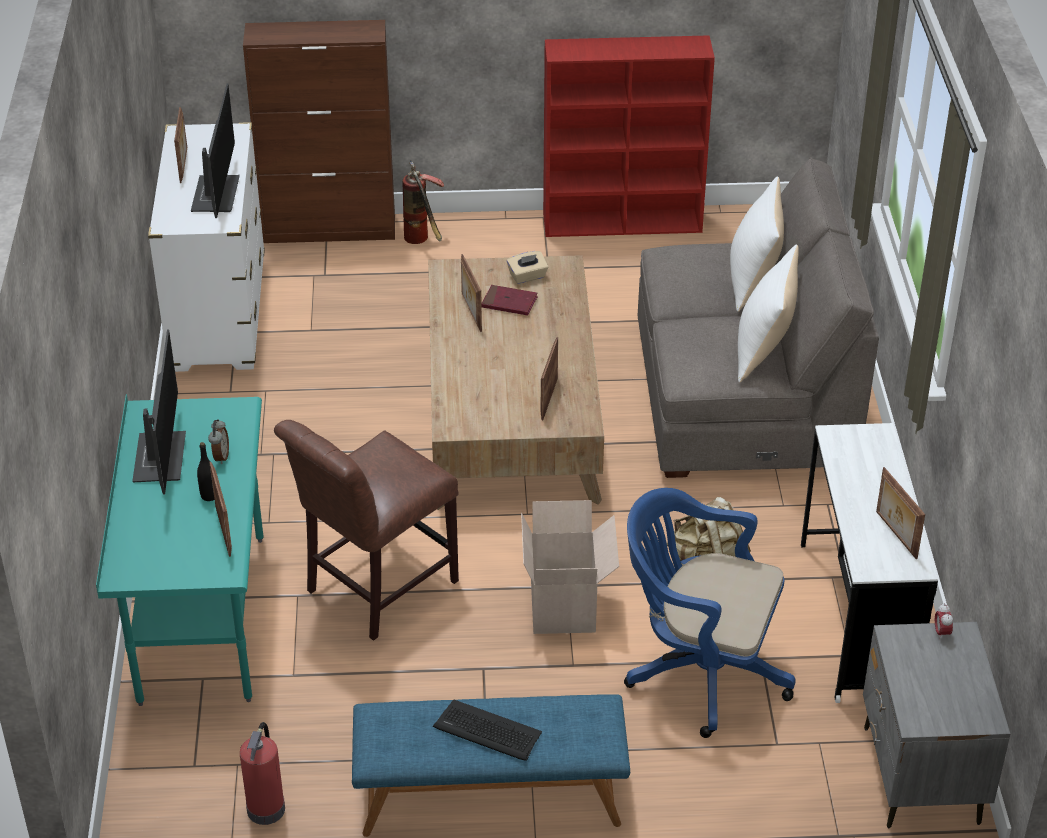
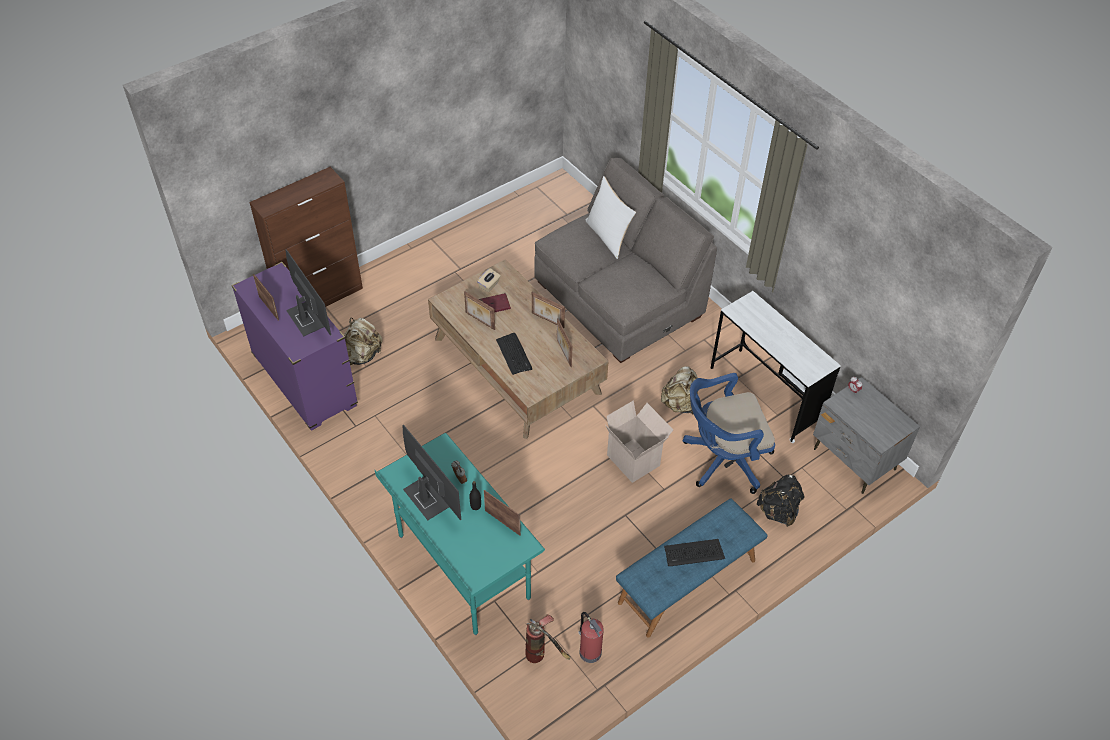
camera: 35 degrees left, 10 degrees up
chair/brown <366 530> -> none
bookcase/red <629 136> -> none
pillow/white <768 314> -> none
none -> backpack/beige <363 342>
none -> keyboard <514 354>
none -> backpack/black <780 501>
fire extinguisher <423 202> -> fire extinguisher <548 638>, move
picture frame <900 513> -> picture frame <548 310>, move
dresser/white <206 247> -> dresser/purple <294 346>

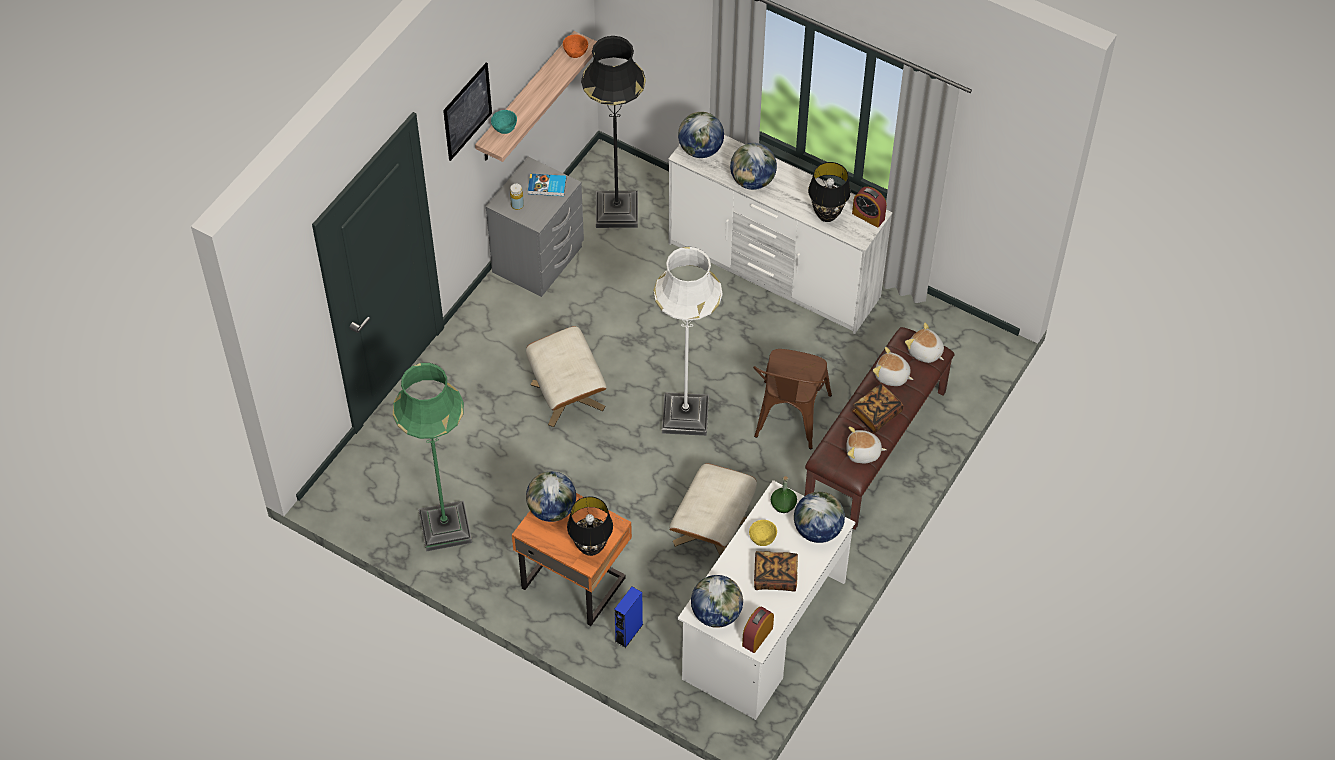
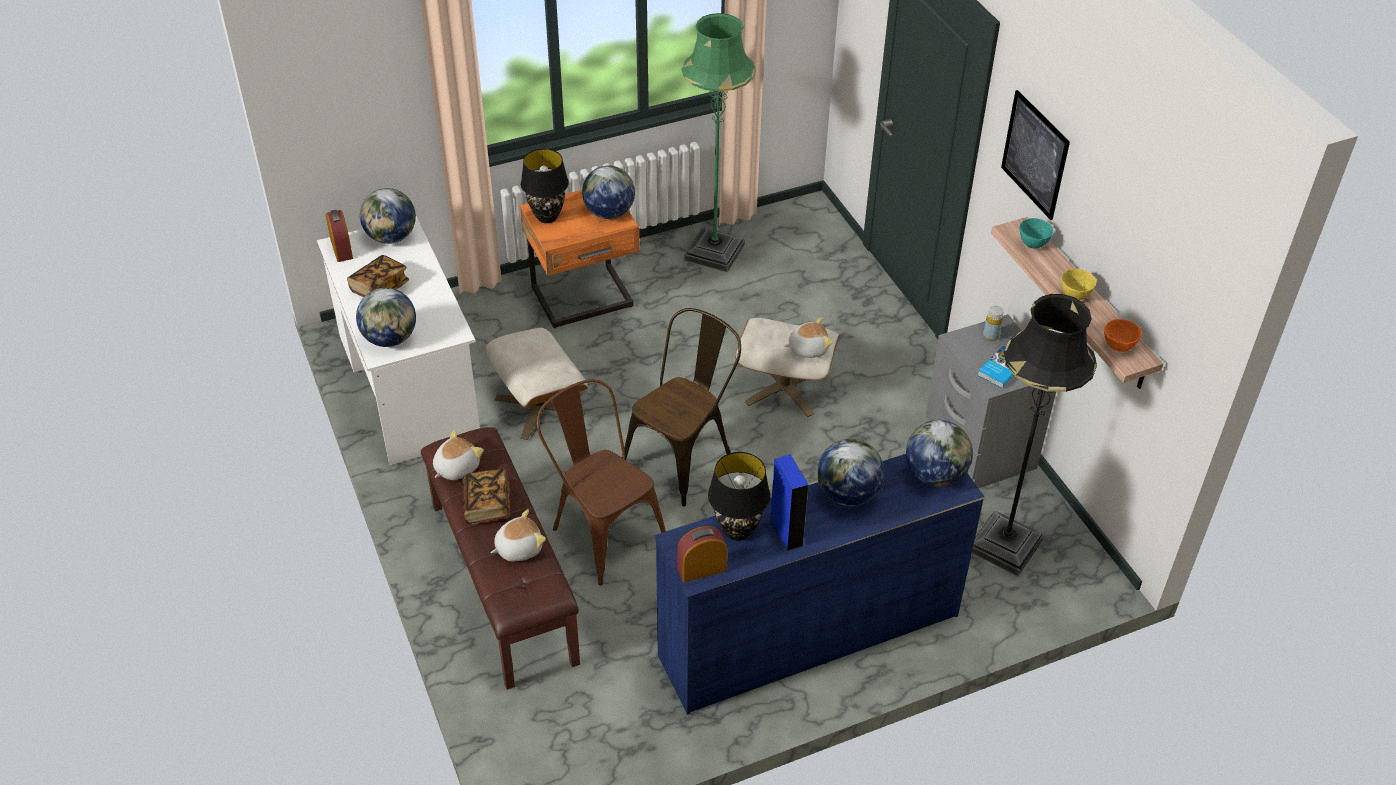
camera: 125 degrees right, 10 degrees down
bottle/green <784 494> -> none
speaker/blue <628 617> -> speaker/blue <789 502>, move
bowl/yellow <763 533> -> bowl/yellow <1078 284>, move
plush toy <924 343> -> plush toy <808 337>, move
floor lamp/white <688 341> -> chair/brown <681 407>
dresser/white <780 234> -> dresser/blue <820 584>

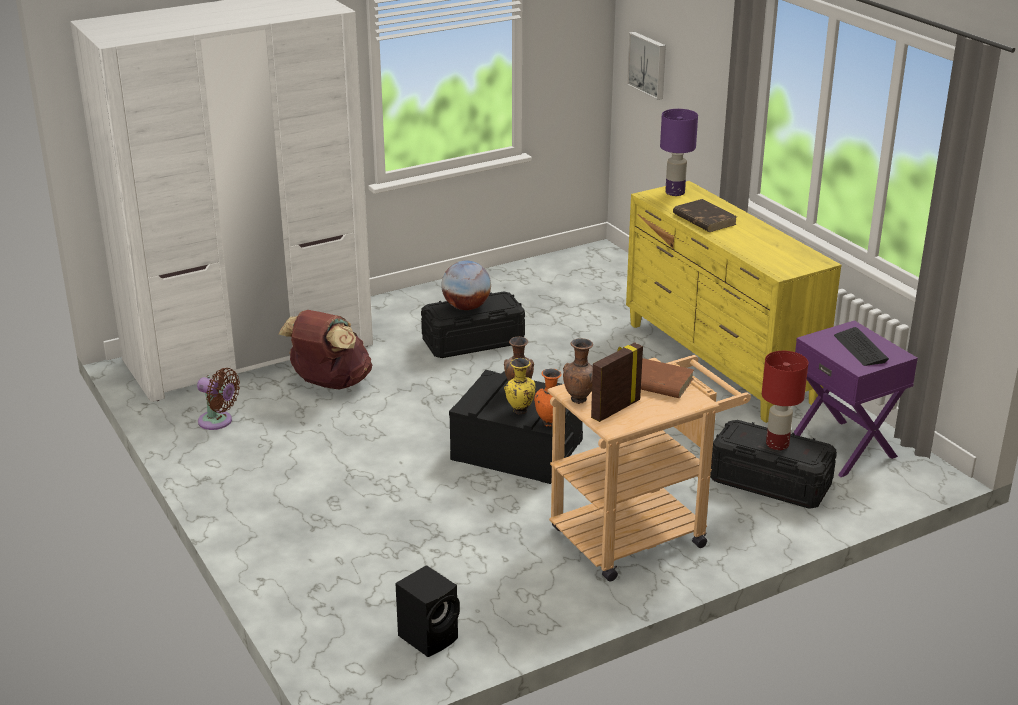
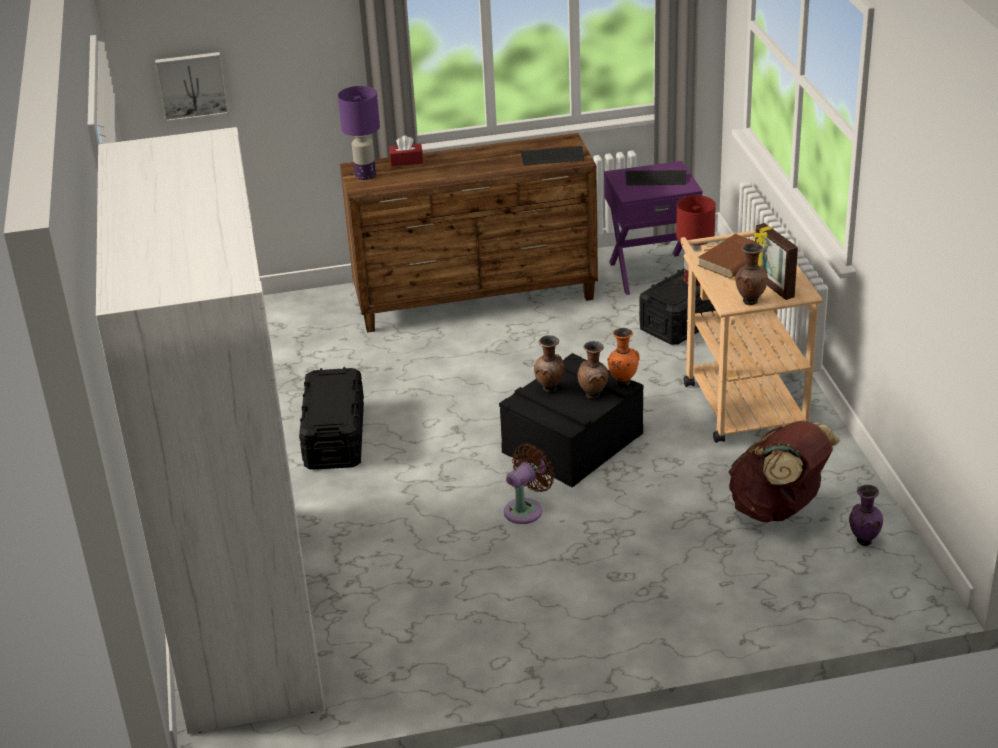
camera: 70 degrees left, 5 degrees up
globe <466 285> -> none
book/brown <705 215> -> none
none -> tissue box/red <406 151>
none -> keyboard <552 155>
fan/brown <218 399> -> fan/brown <529 484>, move
backpack/brown <325 350> -> backpack/brown <784 472>, move
speaker/black <427 611> -> vase/purple <866 515>
vase/yellow <520 386> -> vase/brown <593 370>
dresser/yellow <733 302> -> dresser/brown <469 233>

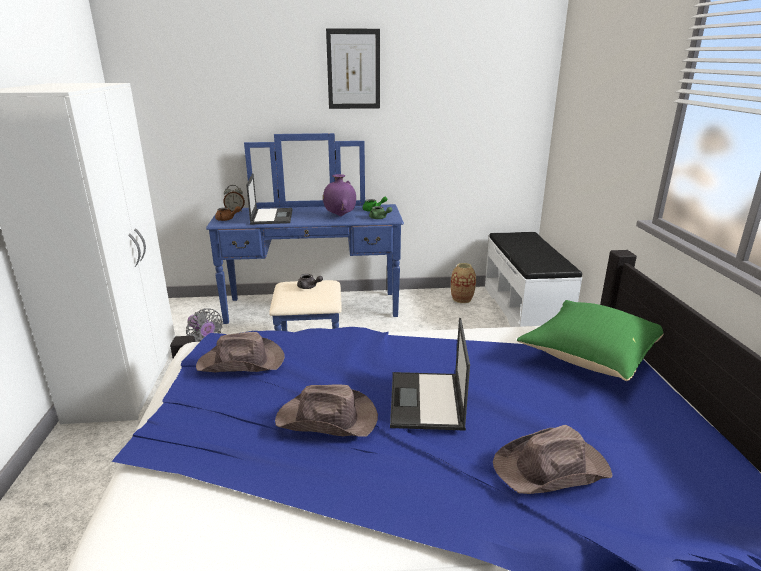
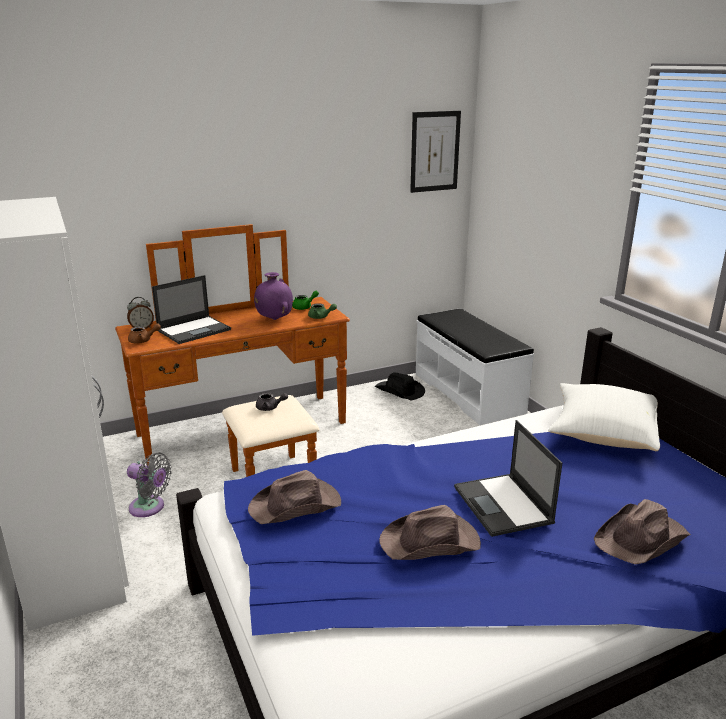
camera: 20 degrees left, 0 degrees up
picture <353 68> -> picture <435 152>, move
vase <463 283> -> hat/black <400 386>
dresser/blue <305 232> -> dresser/brown <232 350>
pillow/green <590 340> -> pillow/white <604 417>
laptop <269 199> -> laptop <191 309>, 75 degrees clockwise

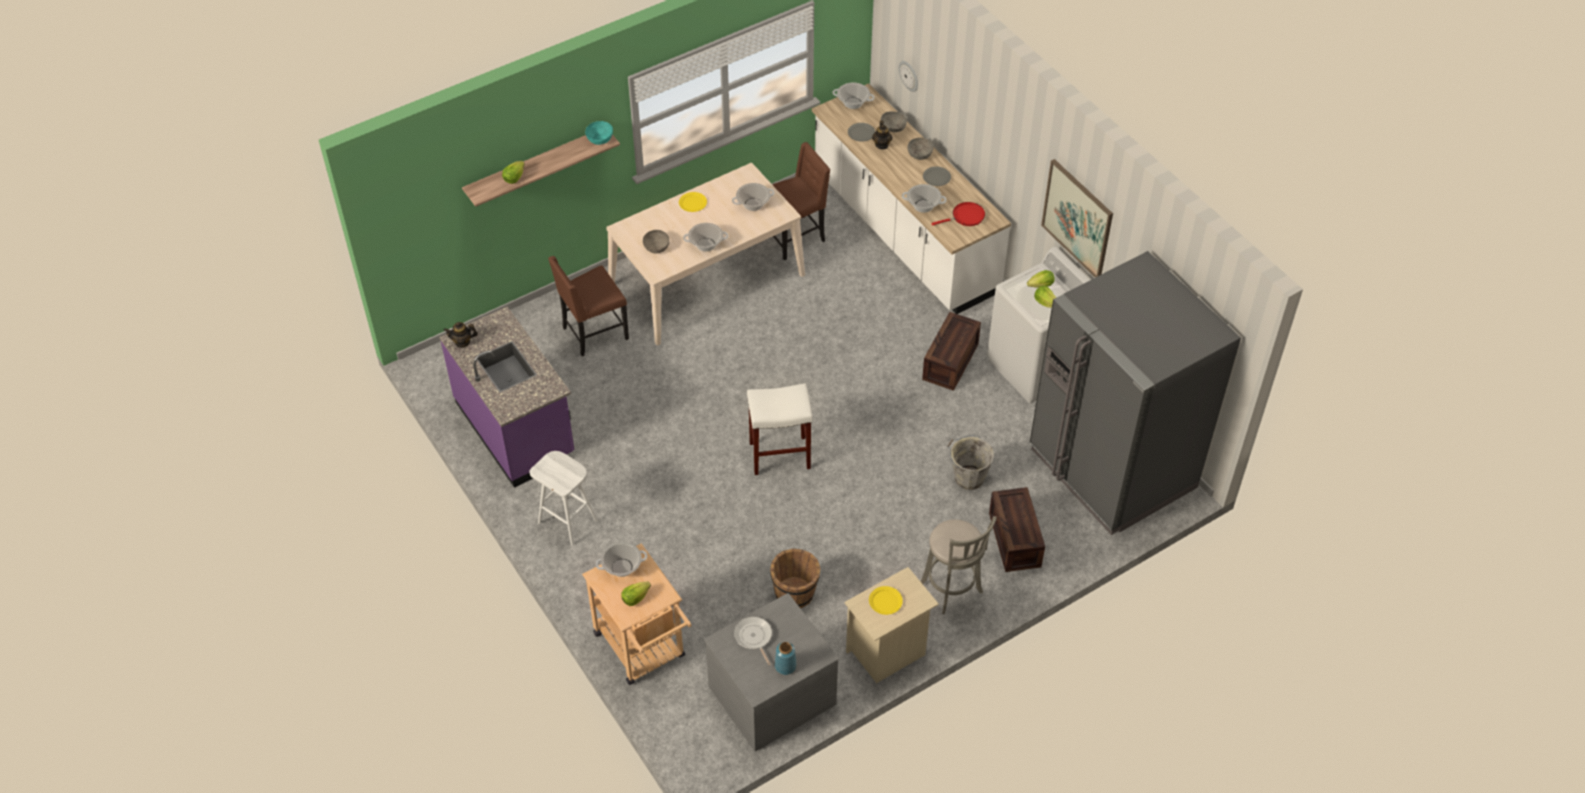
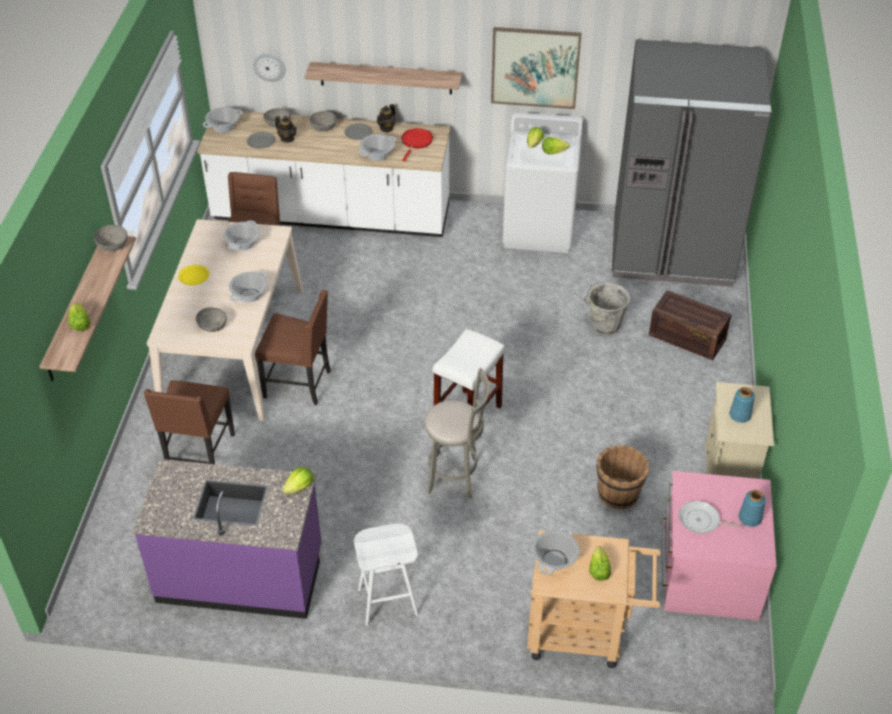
camera: 50 degrees left, 5 degrees down
crate <951 351> -> none
none -> chair/brown <293 347>
none -> lettuce <298 480>
none -> shelf <383 78>
teapot <461 335> -> teapot <386 118>, move
stool/grey <958 565> -> stool/grey <457 433>, move
plate/yellow <886 600> -> vase/blue <742 405>
bowl/turquoise <599 133> -> bowl/grey <110 238>
dresser/grey <771 672> -> dresser/pink <719 546>

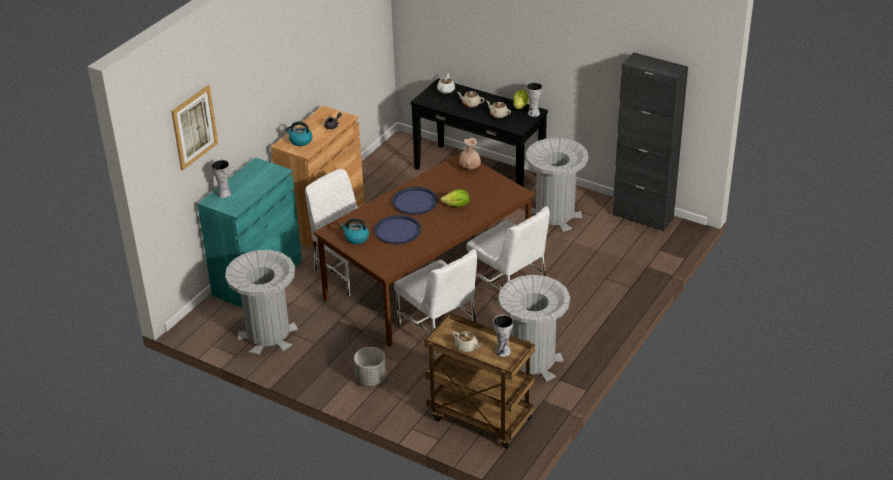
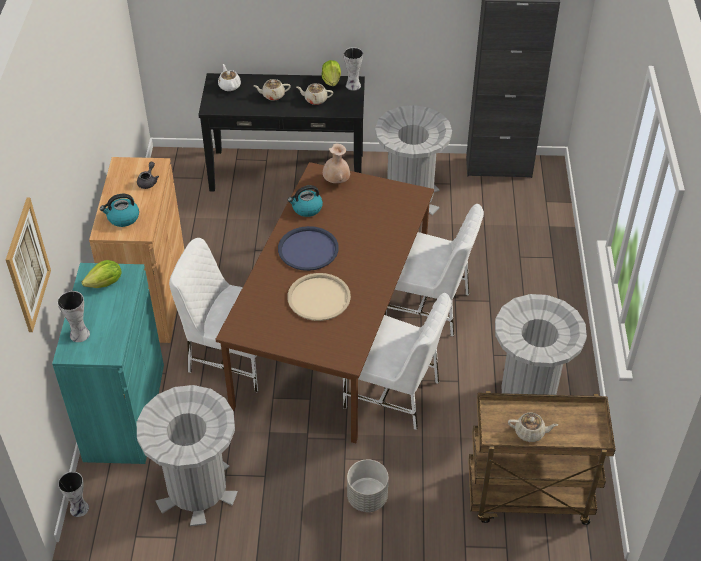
camera: 30 degrees left, 10 degrees up
kettle <354 231> -> kettle <305 201>, move
lettuce <455 198> -> lettuce <102 274>, move
vase <503 336> -> vase <73 494>, move
tray/blue <397 229> -> tray/beige <319 297>

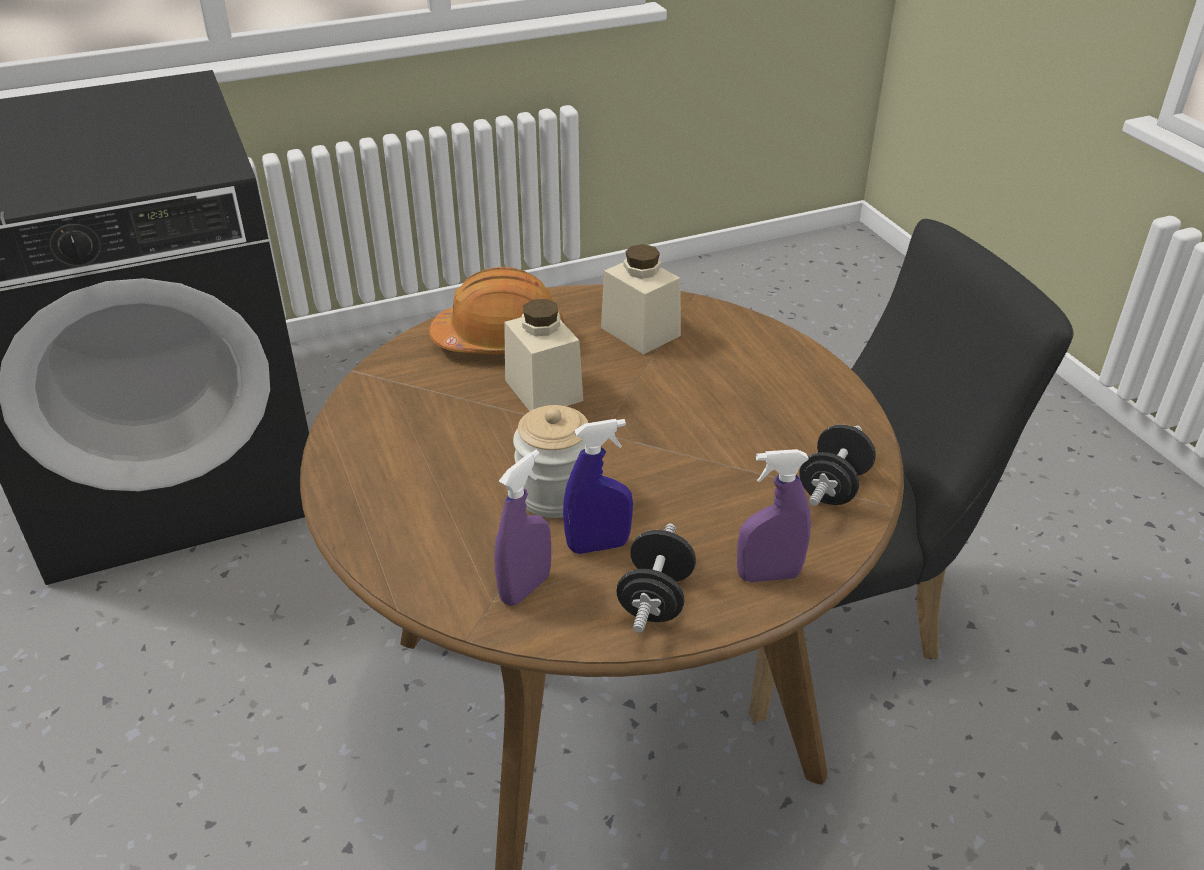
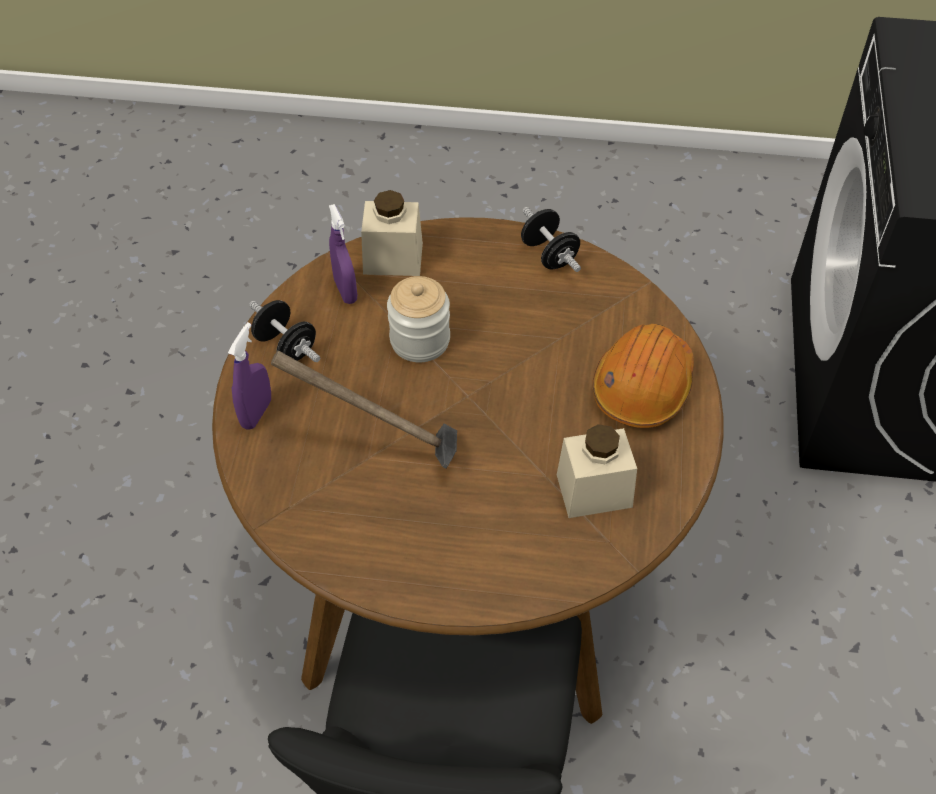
camera: 120 degrees right, 15 degrees up
spray bottle/blue <598 486> -> none
none -> hammer <364 410>
jar/beige <543 355> -> jar/beige <392 233>, move
dumbbell/black <837 465> -> dumbbell/black <551 239>, move

